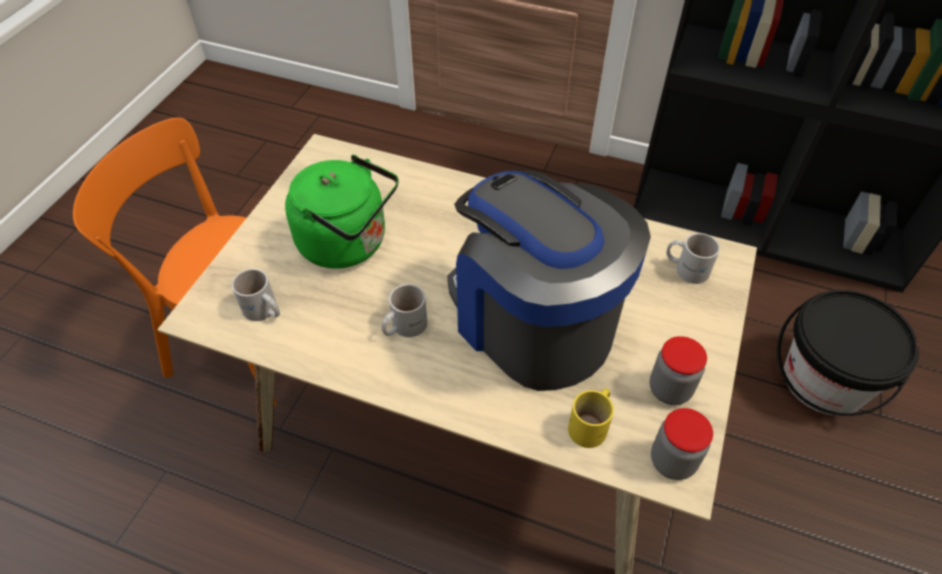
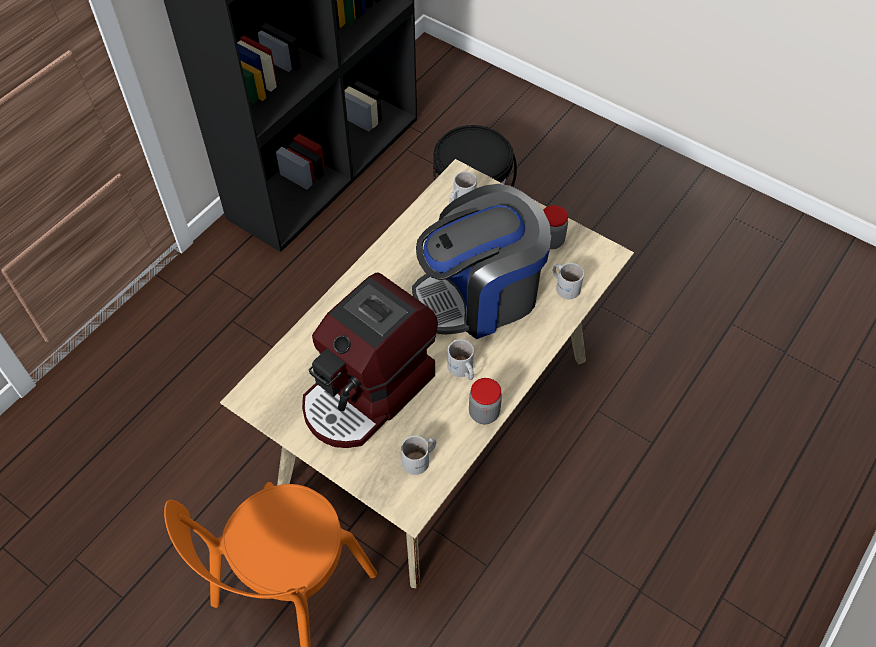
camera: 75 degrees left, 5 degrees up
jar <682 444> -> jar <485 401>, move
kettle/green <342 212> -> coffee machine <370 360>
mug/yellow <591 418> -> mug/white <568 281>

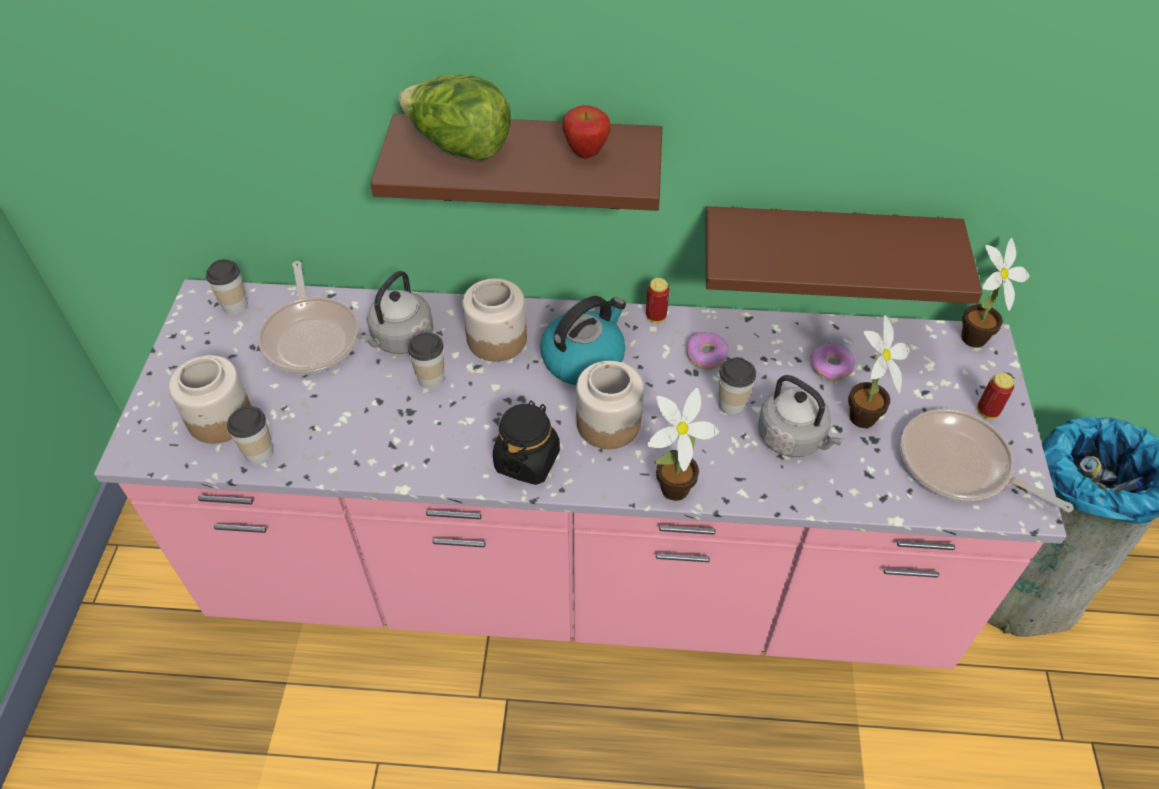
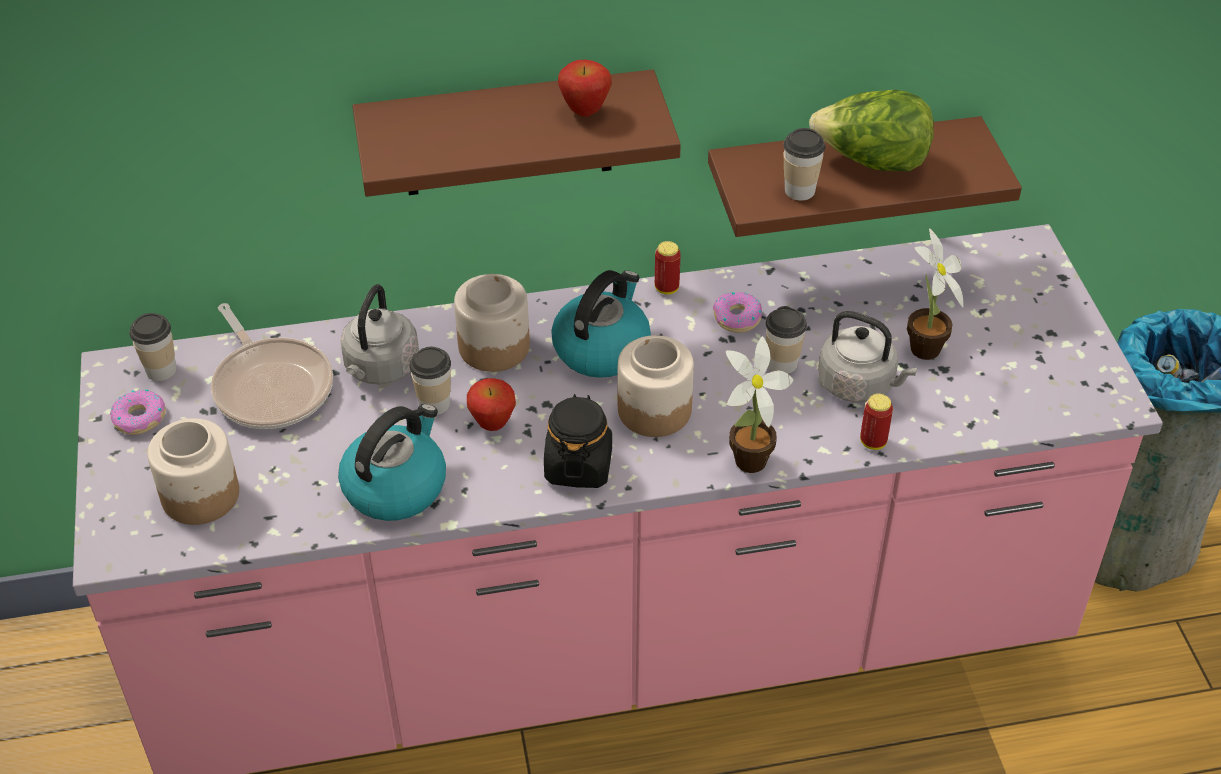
camera: 15 degrees left, 5 degrees down
frying pan <987 460> -> none
potted plant <995 293> -> none
none -> kettle <392 462>
none -> apple <491 404>
cup <250 435> -> cup <804 164>, move
lettuce <454 118> -> lettuce <871 130>, move
donut <832 362> -> donut <138 412>, move
can <995 396> -> can <876 422>, move

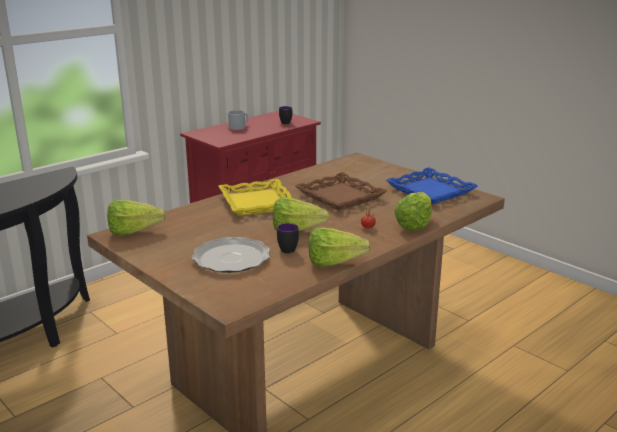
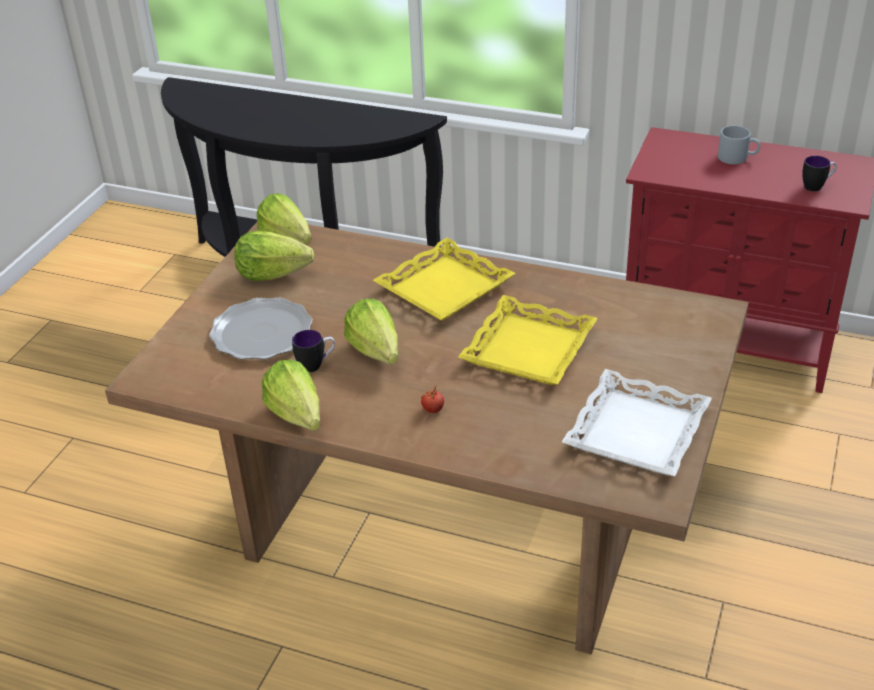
camera: 65 degrees right, 15 degrees up
lettuce <413 211> -> lettuce <274 256>, move
tray/brown <341 191> -> tray/yellow <528 340>
tray/blue <432 186> -> tray/white <637 422>

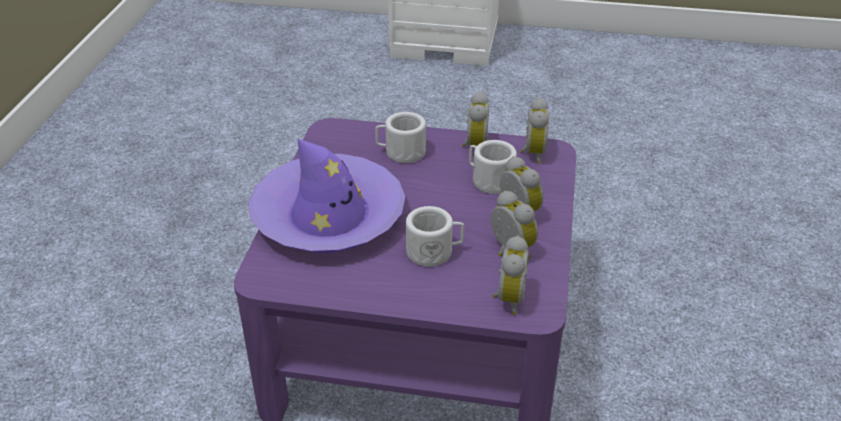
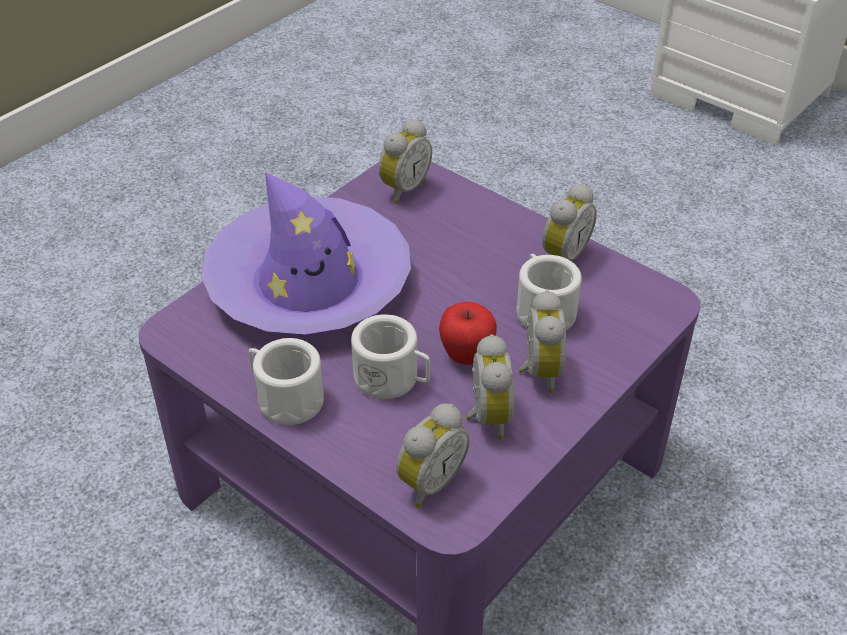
camera: 30 degrees right, 5 degrees up
none -> apple <468 333>
mug/white <400 137> -> mug/white <286 381>, move
alarm clock <534 131> -> alarm clock <405 161>, move

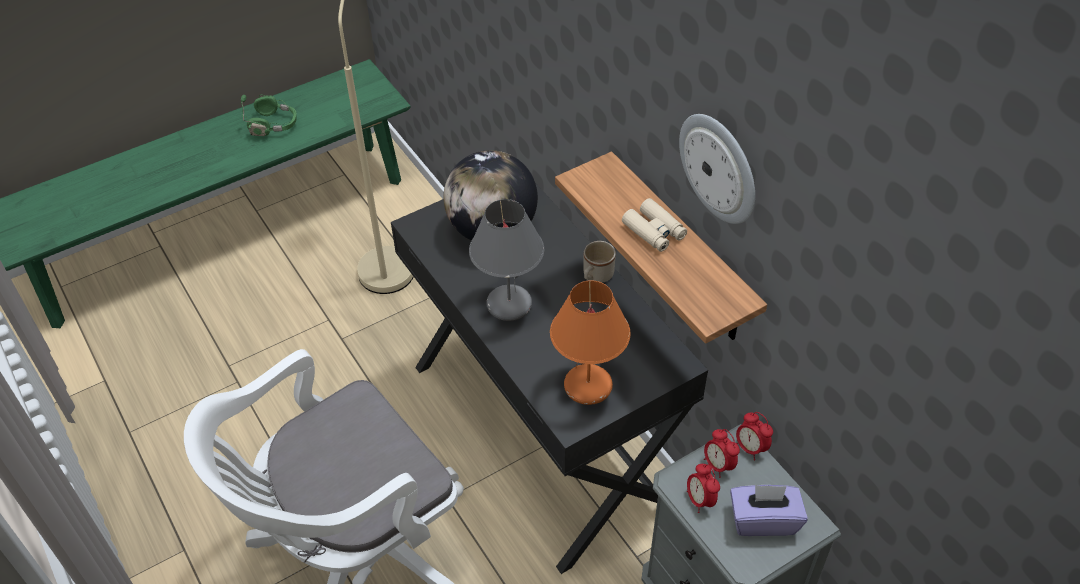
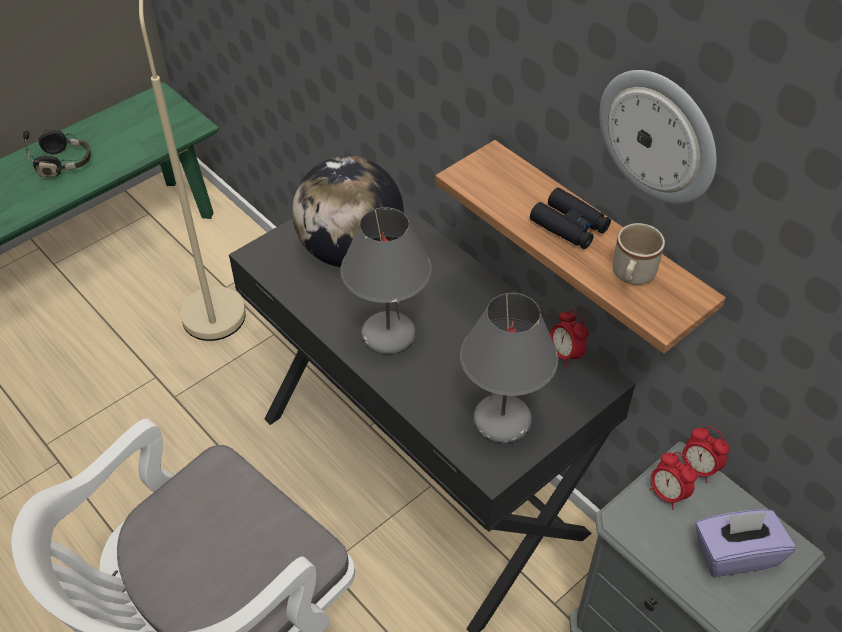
camera: 10 degrees left, 0 degrees up
mug/beige <599 262> -> mug/beige <639 254>, move
alarm clock <703 488> -> alarm clock <569 338>, move
headphones/green <269 115> -> headphones/black <57 153>
table lamp/orange <590 342> -> table lamp/grey <509 368>
binoculars/beige <654 225> -> binoculars/black <570 218>

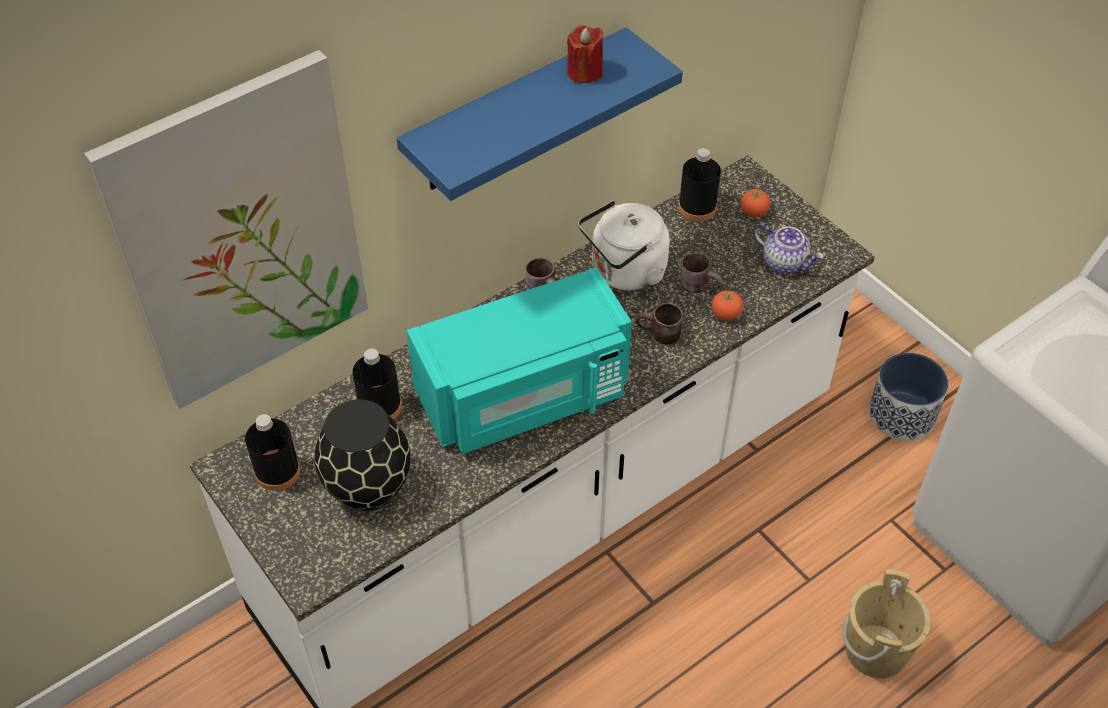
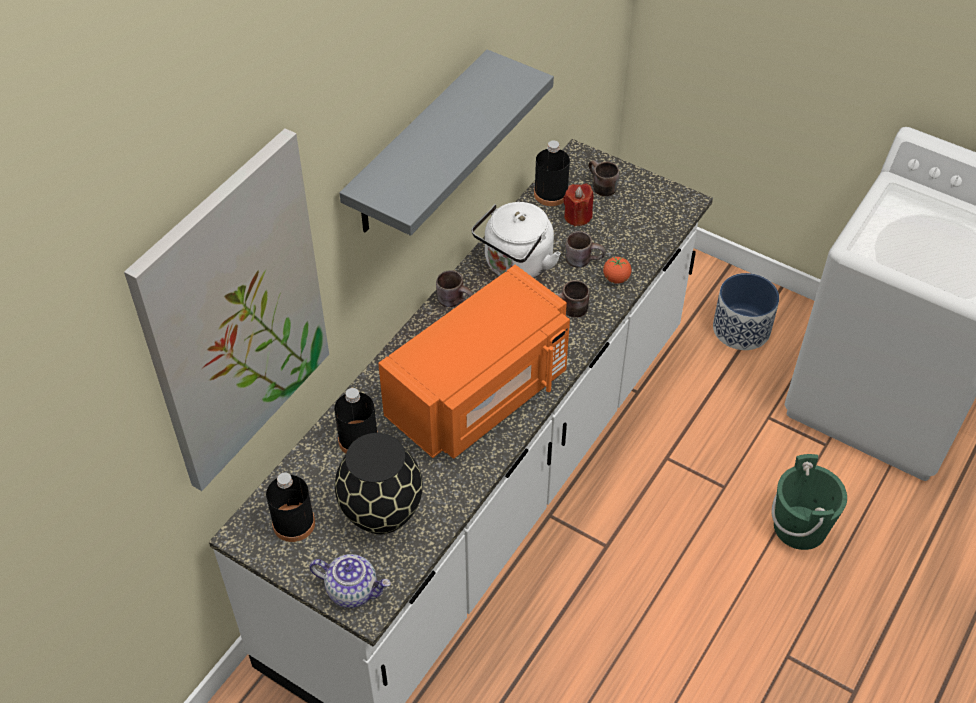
camera: 20 degrees left, 0 degrees up
candle/red <585 54> -> candle/red <578 205>, move
teapot <788 248> -> teapot <350 581>, move
tomato <755 203> -> mug/brown <604 178>
shelf/blue <540 114> -> shelf/grey <446 142>
microwave/turquoise <519 360> -> microwave/orange <474 362>
bucket/beige <886 623> -> bucket/green <809 502>

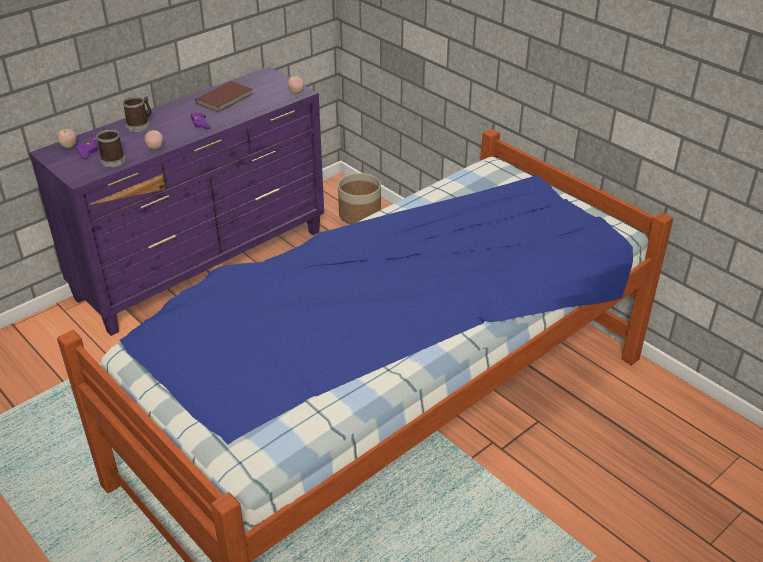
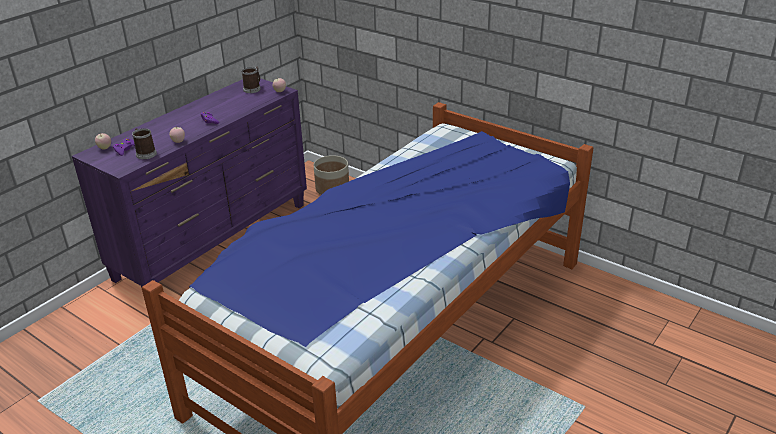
camera: 10 degrees left, 5 degrees down
book/brown <224 97> -> none
mug <137 114> -> mug <251 80>, move

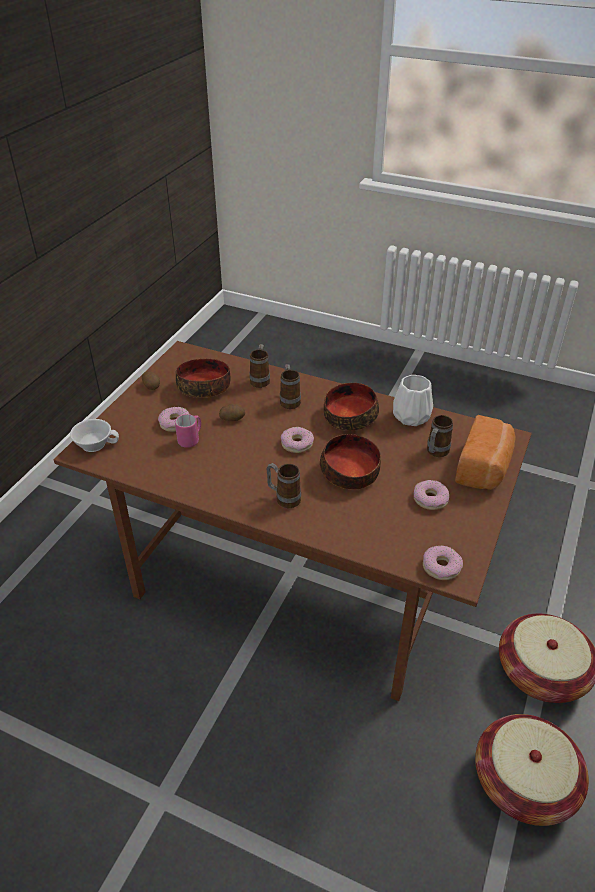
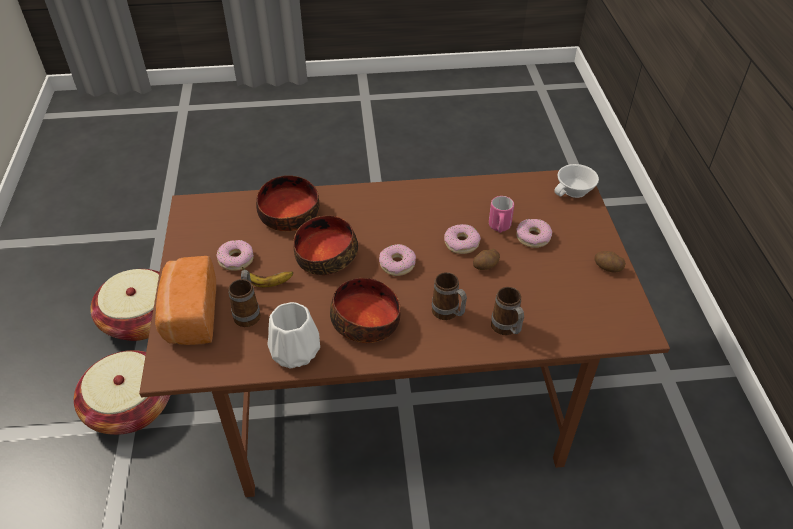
camera: 150 degrees right, 5 degrees up
mug <283 485> -> none
none -> banana <267 277>
bowl <203 378> -> bowl <287 203>, move
donut <443 562> -> donut <462 239>, move

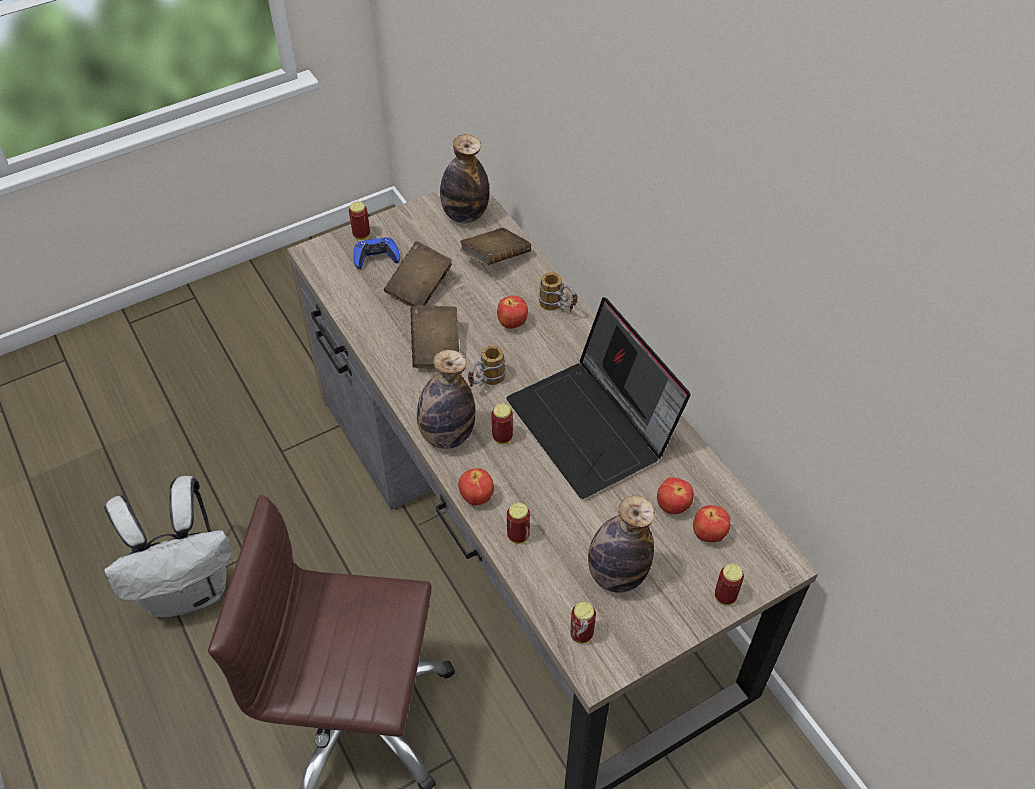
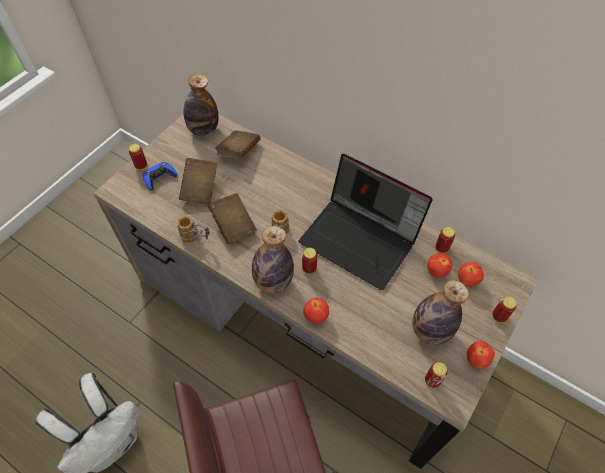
camera: 25 degrees left, 5 degrees up
apple <512 312> -> apple <481 355>, move
can <518 523> -> can <445 240>, move
mug <558 292> -> mug <193 229>, move

